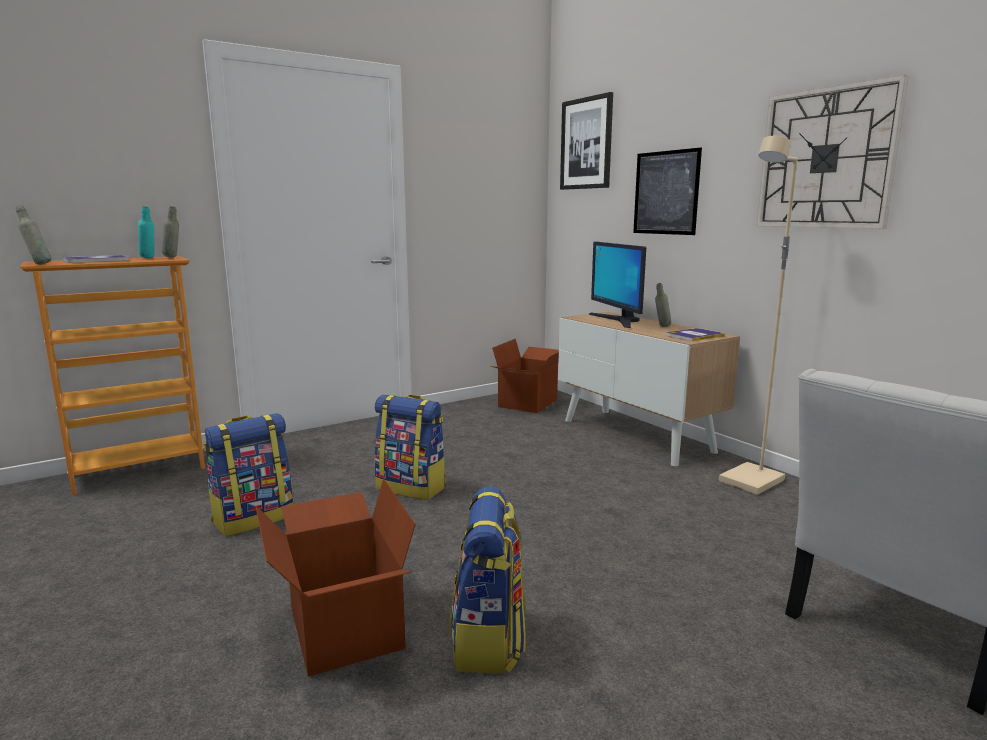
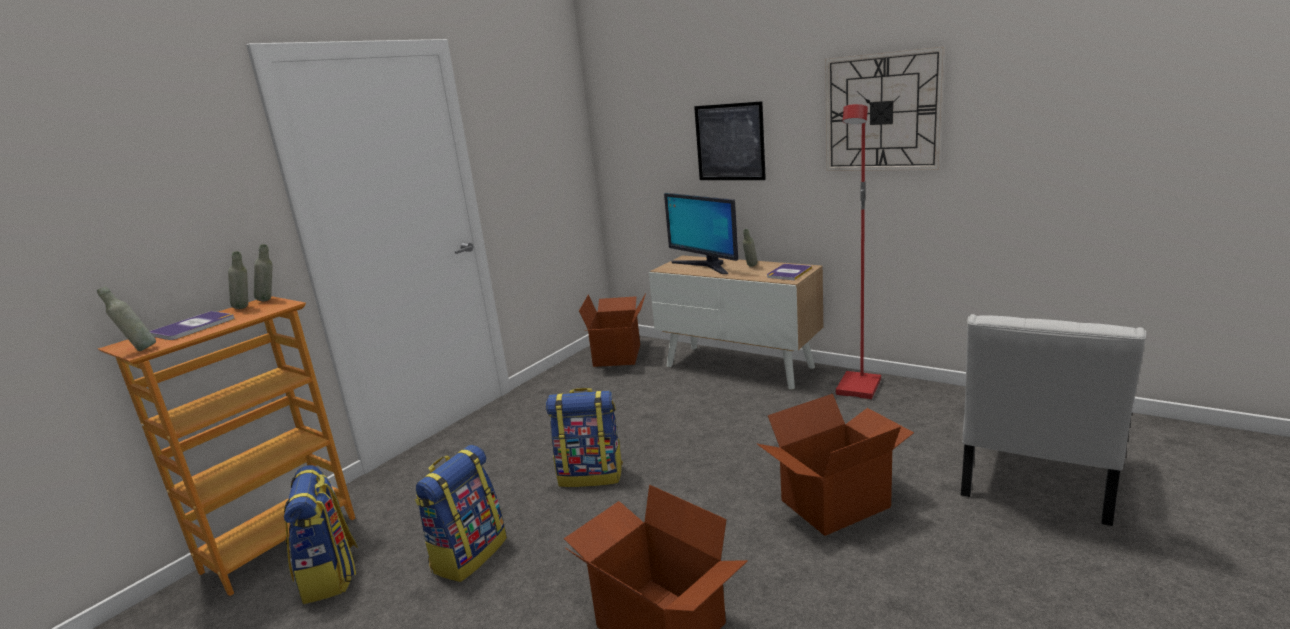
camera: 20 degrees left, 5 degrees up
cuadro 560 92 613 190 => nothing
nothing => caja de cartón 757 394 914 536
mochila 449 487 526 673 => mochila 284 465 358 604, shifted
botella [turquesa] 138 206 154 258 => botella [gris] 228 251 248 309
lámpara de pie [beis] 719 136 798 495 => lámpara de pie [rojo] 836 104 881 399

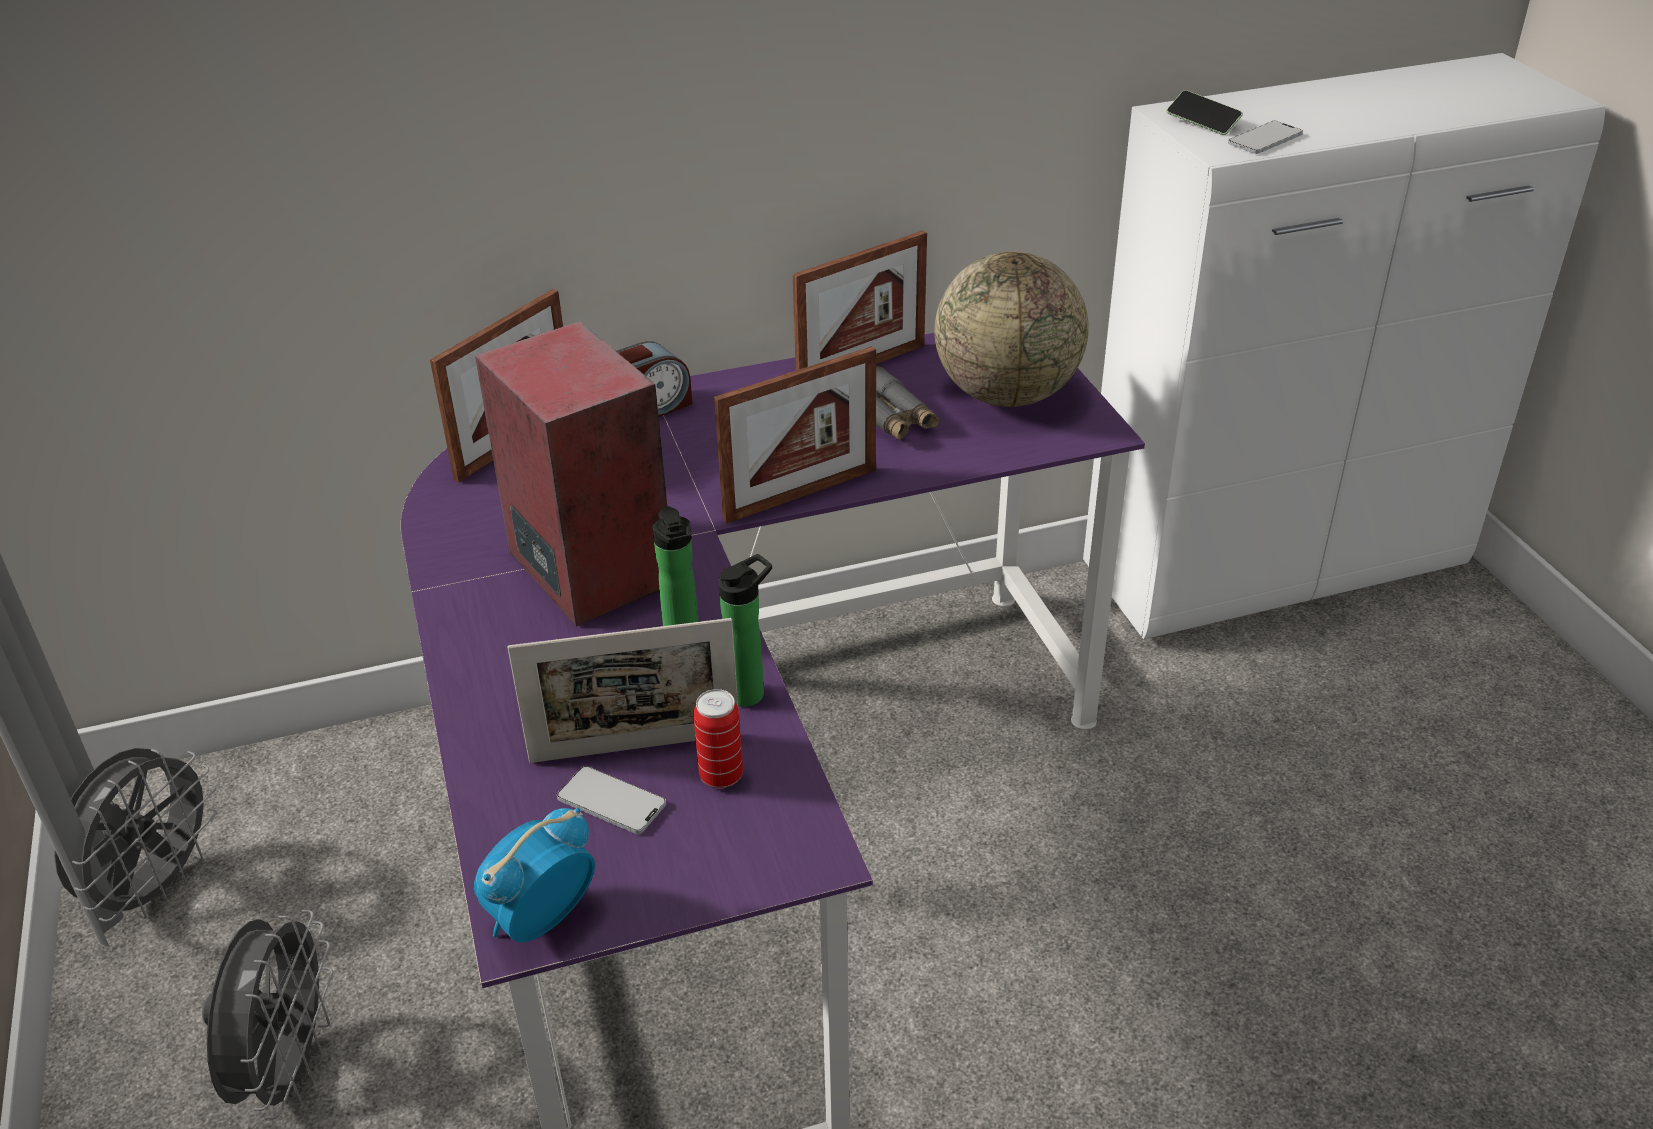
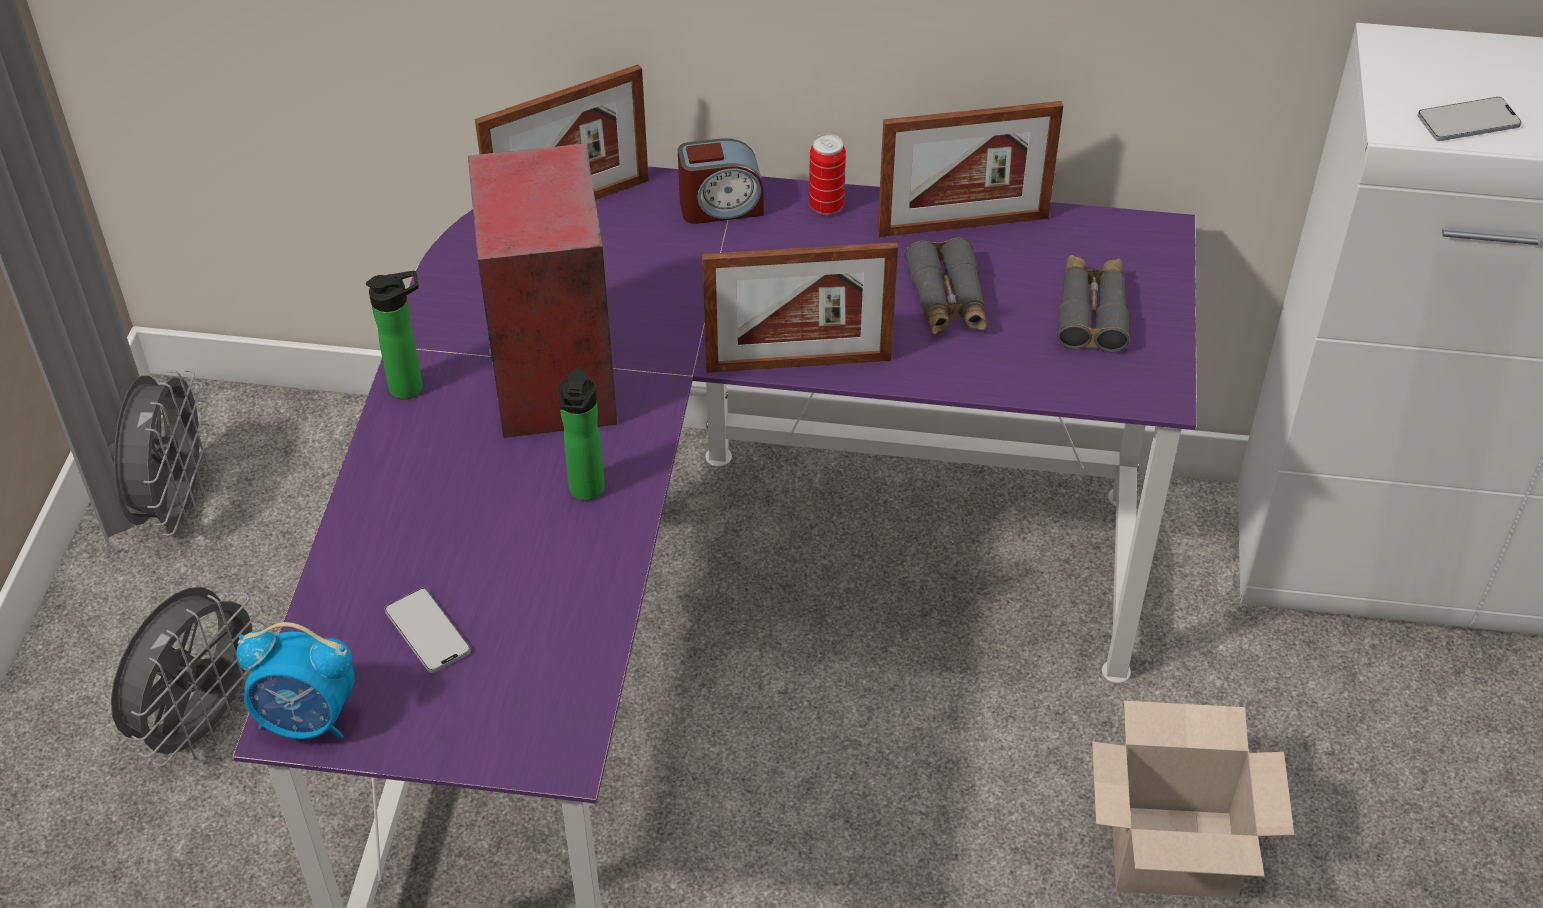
camera: 25 degrees right, 10 degrees up
portarretratos 507 618 738 763 => nothing
móvil 1166 90 1243 135 => nothing
nothing => caja de cartón 1092 701 1294 898
lata 693 689 743 788 => lata 809 134 846 215, shifted
botella 719 554 772 707 => botella 366 271 423 399, shifted
globo terráqueo 934 251 1089 407 => prismáticos [gris] 1057 255 1130 353
ventilador [gris] 54 748 217 922 => ventilador [gris] 108 370 211 536, 45 degrees counterclockwise
despertador 474 808 595 942 => despertador 236 622 355 739, 150 degrees counterclockwise

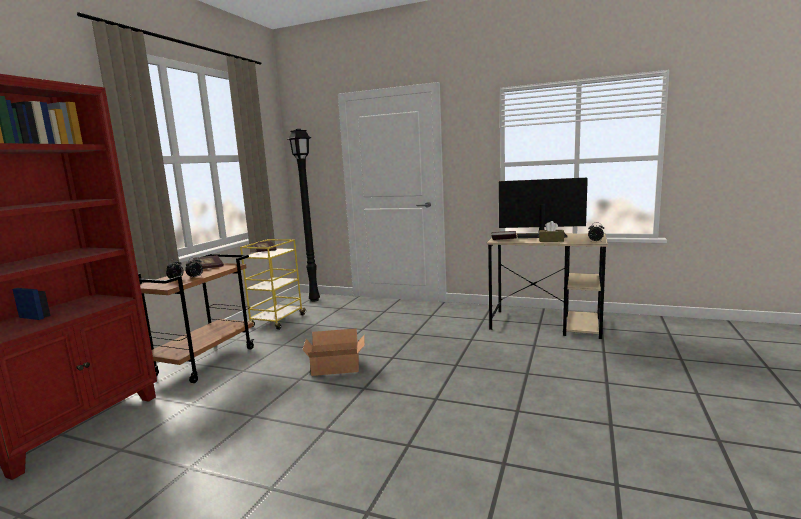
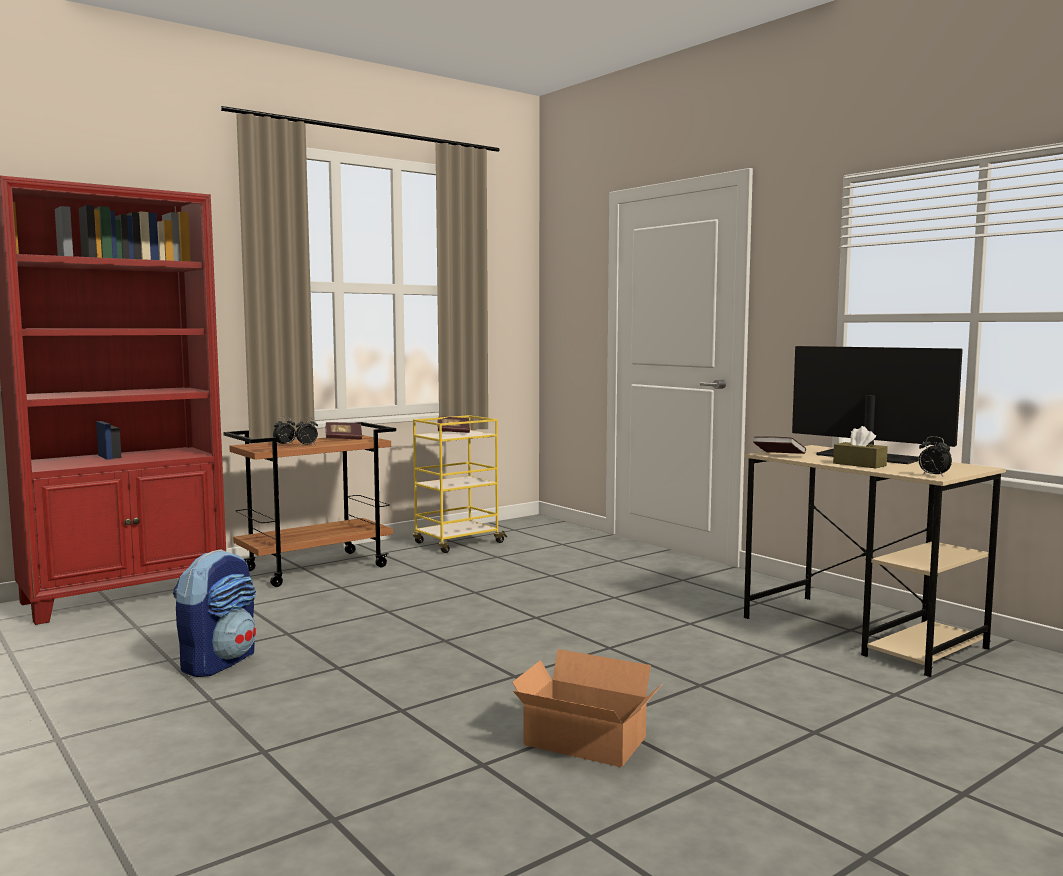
camera: 30 degrees right, 5 degrees down
lámpara de pie [negro] 288 129 320 302 => nothing
nothing => mochila 173 549 256 677
caja de cartón 302 328 365 376 => caja de cartón 512 649 663 767, shifted

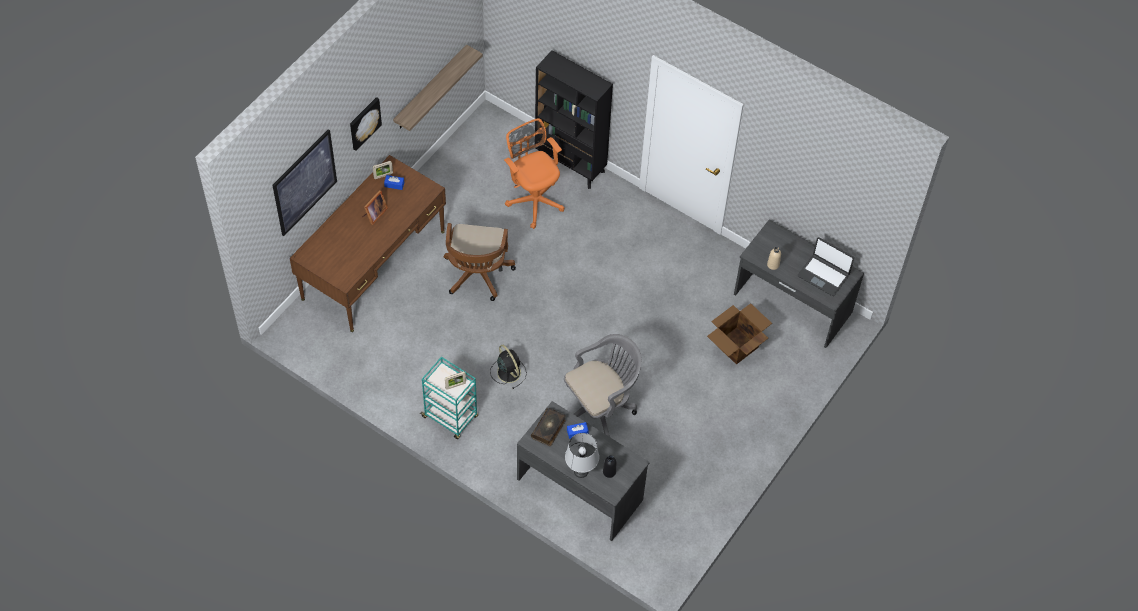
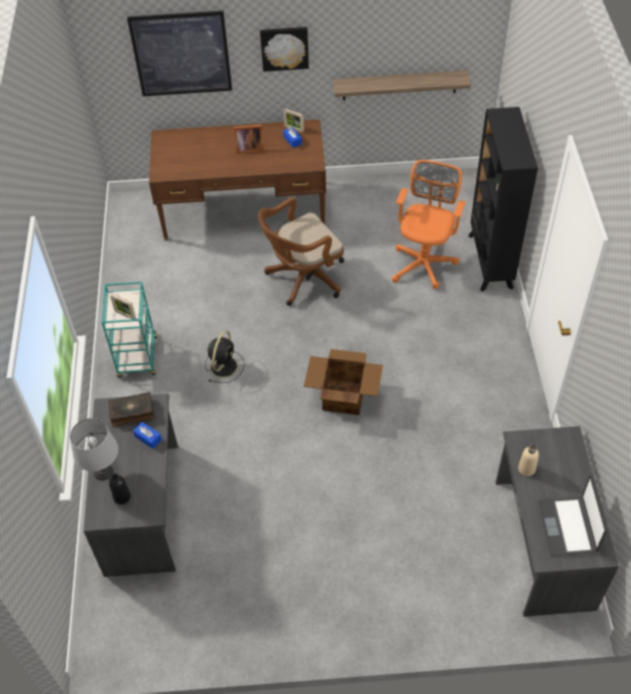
camera: 55 degrees right, 5 degrees down
silla de oficina [gris] 564 334 642 437 => nothing
caja de cartón 707 303 772 365 => caja de cartón 304 349 383 415, shifted

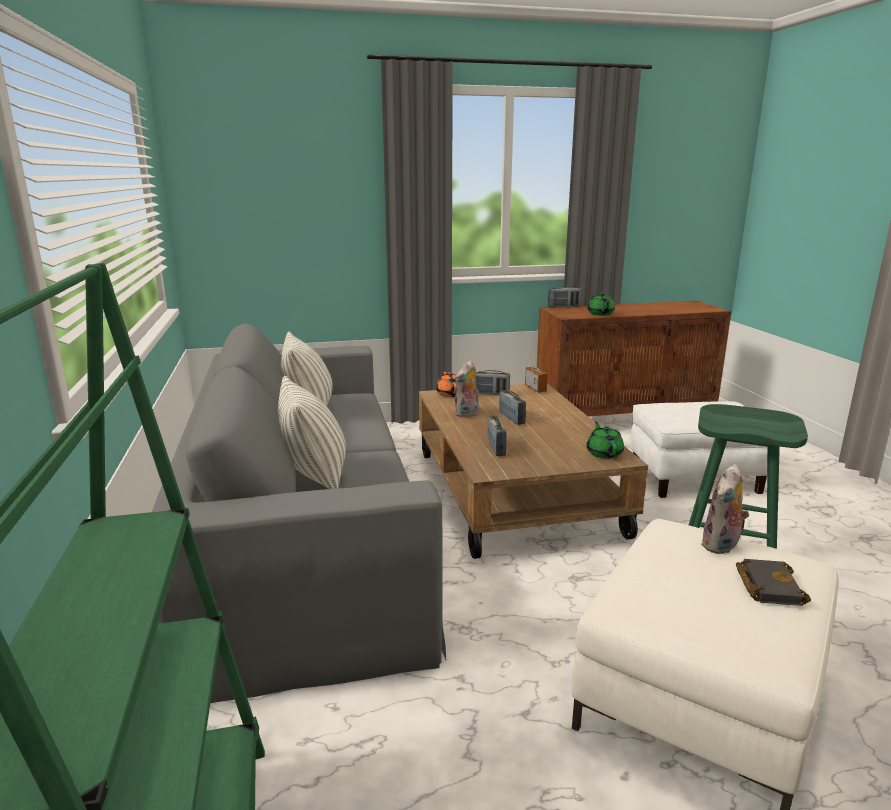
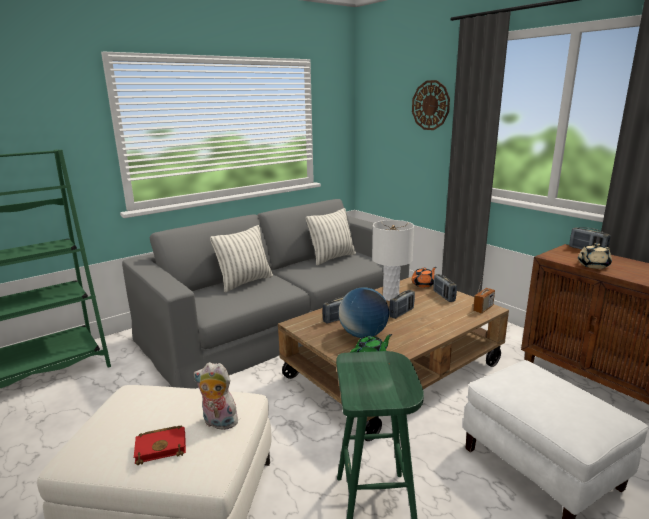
camera: 65 degrees right, 0 degrees up
nothing => globo terráqueo 339 287 389 338
nothing => reloj de pared 412 80 450 130
peluche 455 360 479 417 => lámpara de mesa [blanco] 372 220 414 301
tetera [verde] 587 293 615 315 => tetera [beis] 578 243 612 269
libro [negro] 736 559 811 606 => libro [rojo] 134 426 186 465

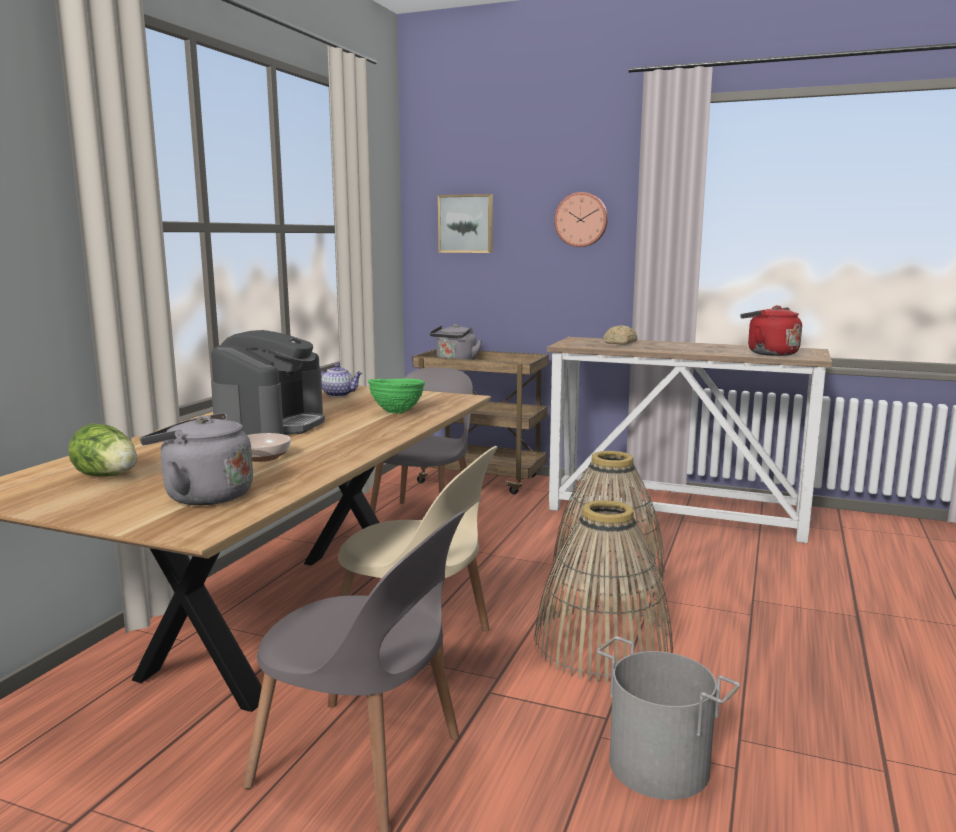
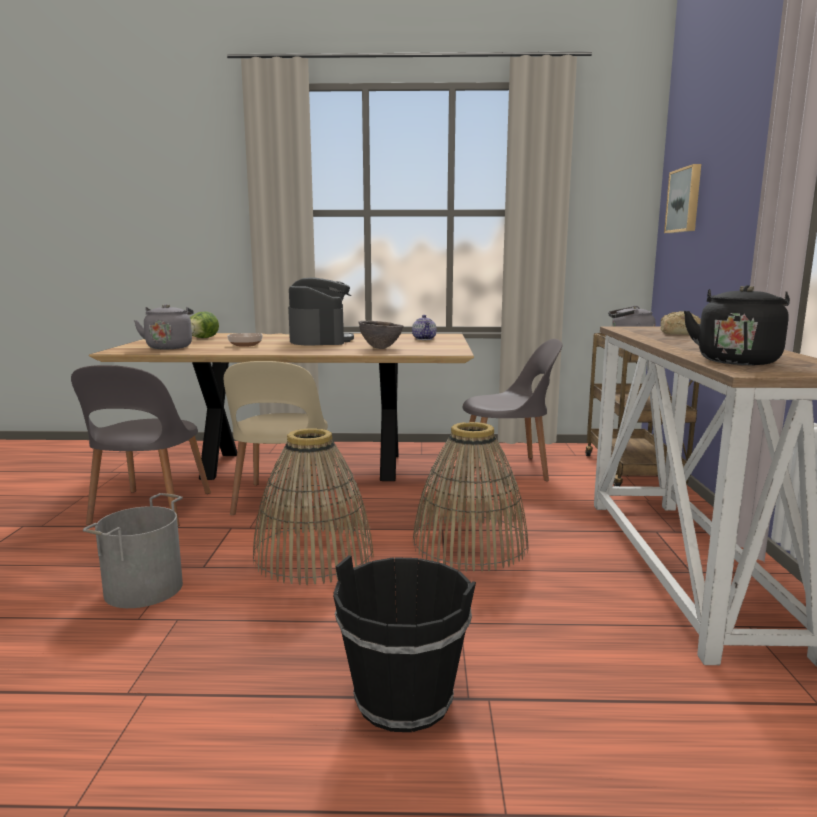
camera: 70 degrees right, 0 degrees up
reloj de pared 554 192 608 247 => nothing
nothing => cubo [negro] 333 555 476 732
cuenco [verde] 368 379 425 413 => cuenco [marrón] 359 321 404 349
hervidor [rojo] 740 306 802 356 => hervidor [negro] 684 285 790 365
cafetera 211 330 325 435 => cafetera 288 277 354 345, 90 degrees counterclockwise

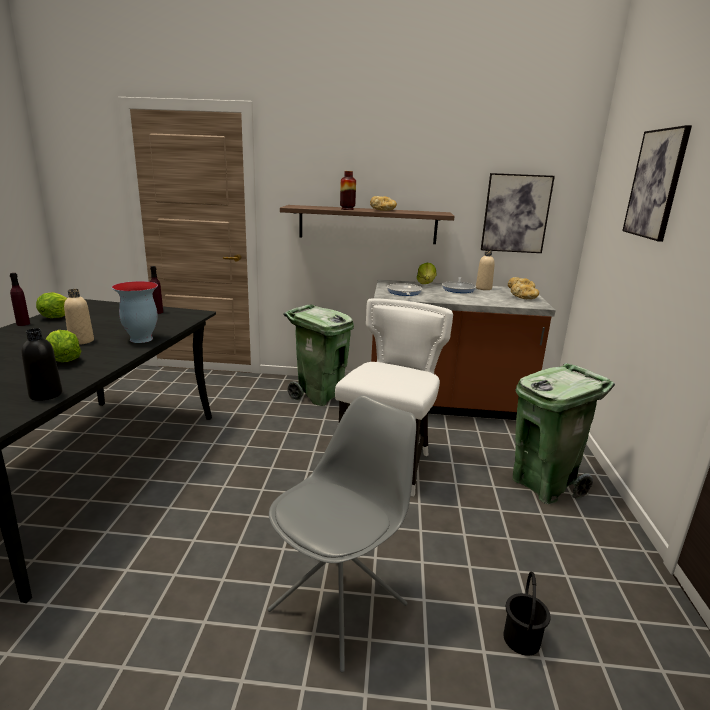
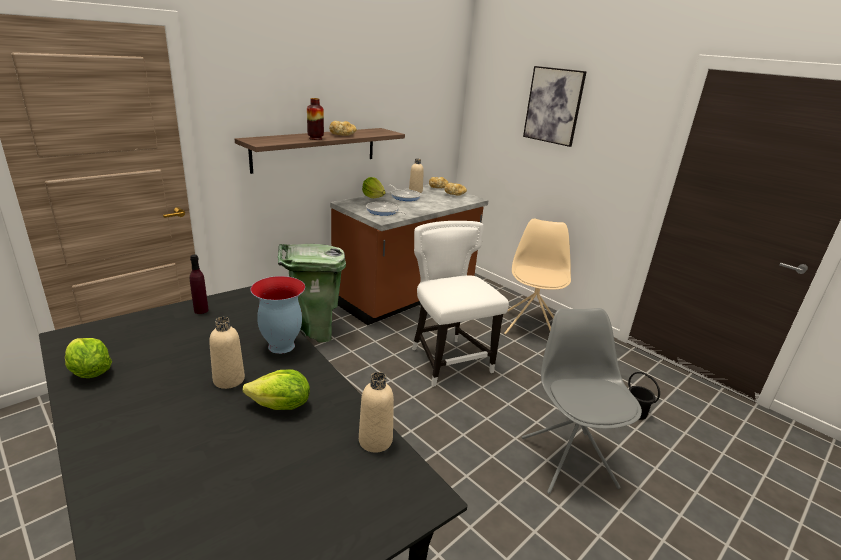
camera: 50 degrees left, 5 degrees up
botella [morado] 10 273 30 326 => nothing
cuadro 481 173 555 253 => nothing
papelera [verde] 513 363 615 504 => silla [beis] 504 219 571 335
botella [negro] 21 328 62 401 => botella [beis] 359 372 394 453

